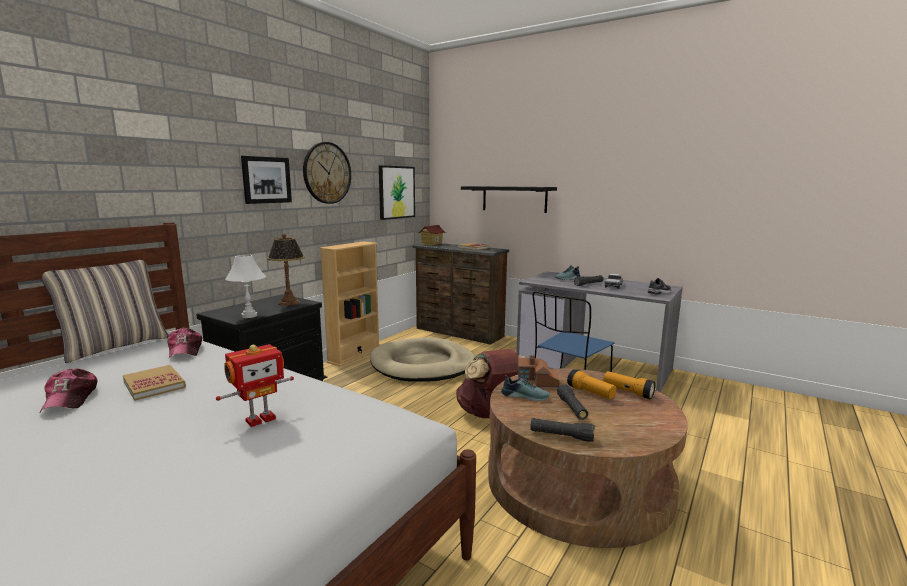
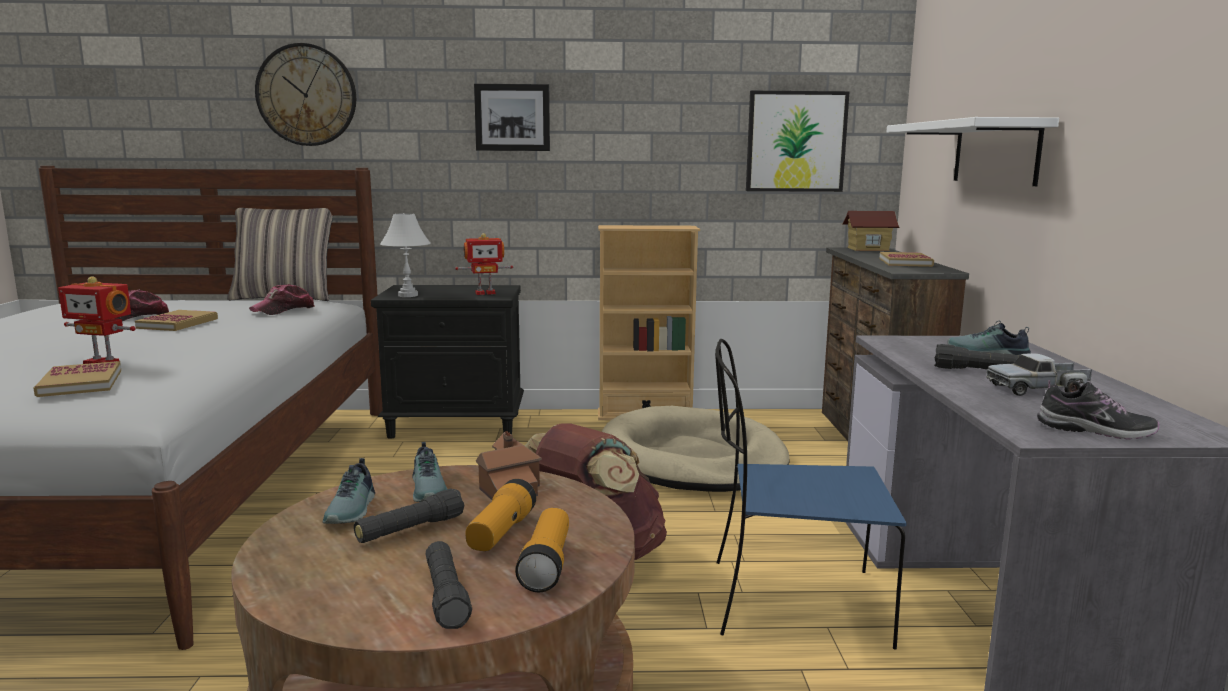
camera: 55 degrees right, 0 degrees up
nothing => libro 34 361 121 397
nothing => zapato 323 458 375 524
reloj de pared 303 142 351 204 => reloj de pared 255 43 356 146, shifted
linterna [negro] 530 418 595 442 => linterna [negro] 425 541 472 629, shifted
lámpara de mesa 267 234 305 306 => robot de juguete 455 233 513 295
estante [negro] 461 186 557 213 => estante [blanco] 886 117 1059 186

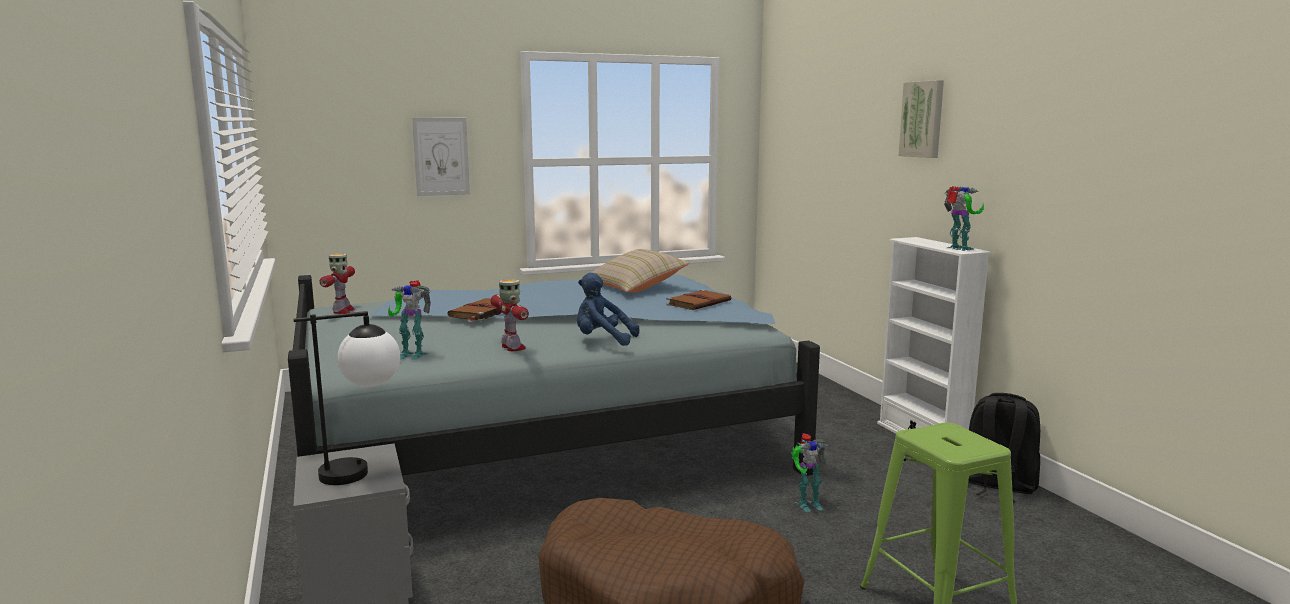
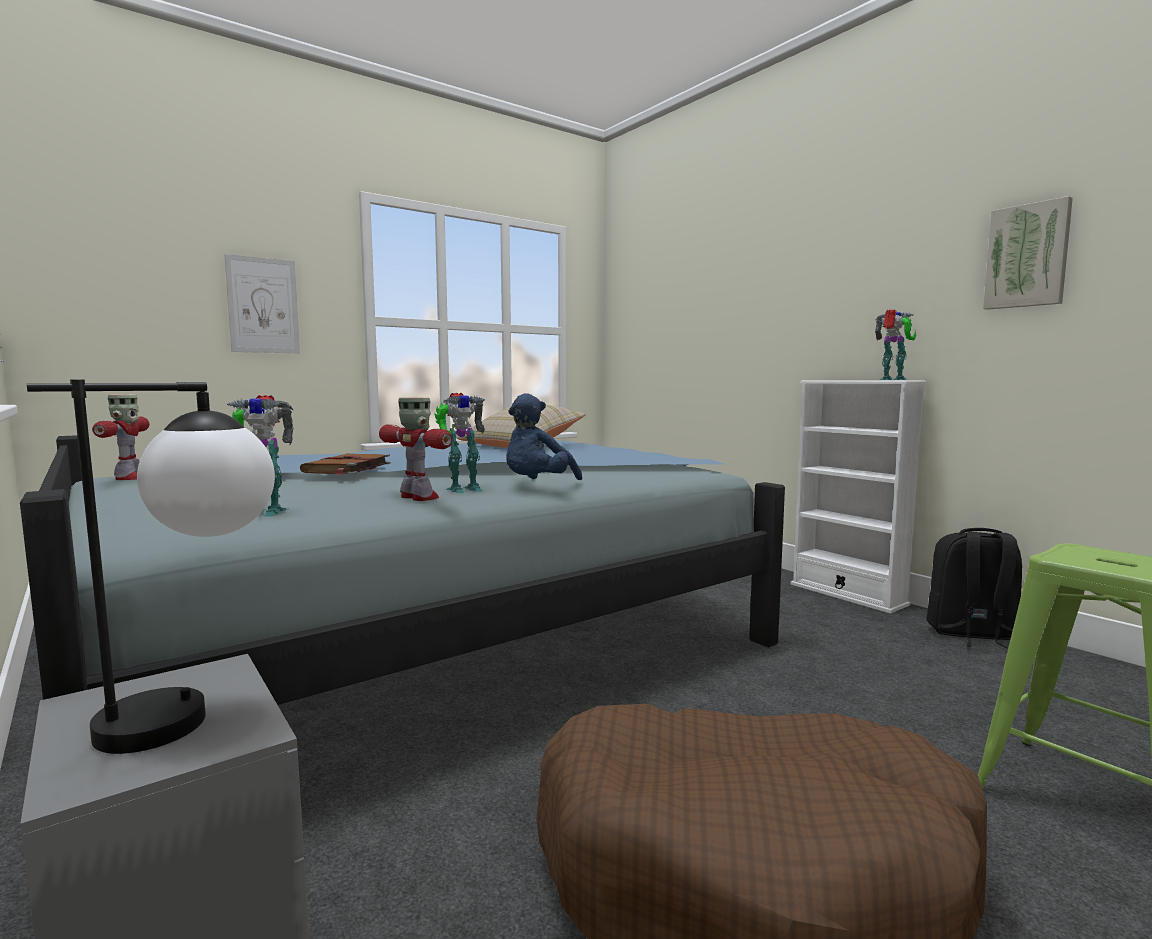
camera: 15 degrees left, 5 degrees down
libro [marrón] 666 290 731 310 => nothing
robot de juguete 791 433 829 512 => robot de juguete 434 393 485 493, shifted
cuadro 899 80 944 158 => cuadro 983 196 1073 310, shifted
peluche [azul] 577 273 639 346 => peluche [azul] 506 393 582 480, 60 degrees counterclockwise

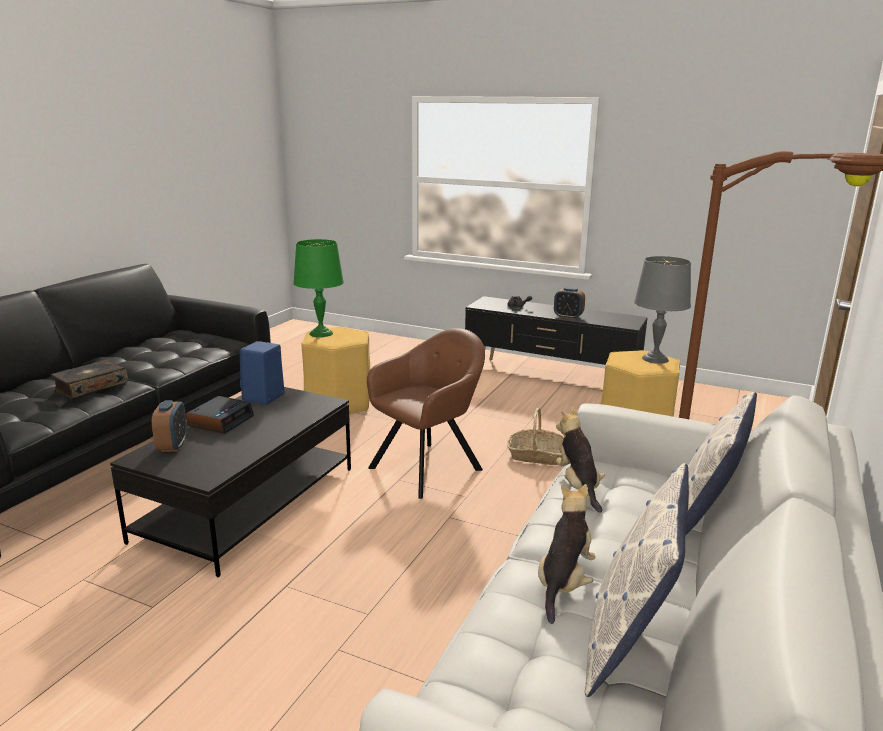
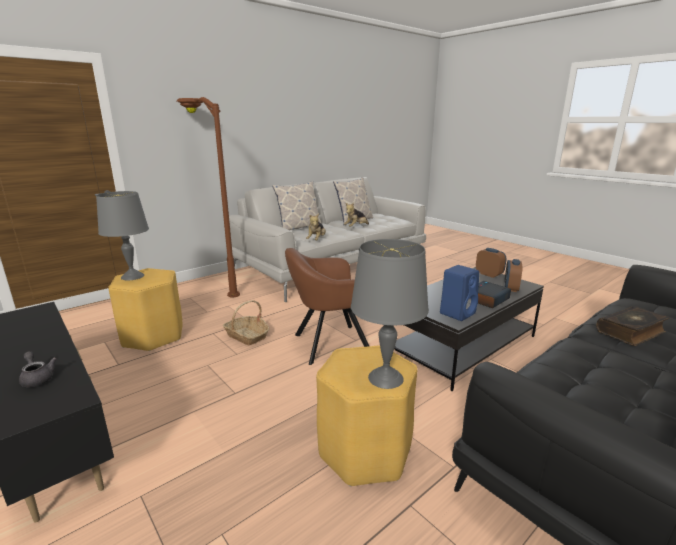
camera: 155 degrees left, 0 degrees up
despertador 554 287 585 320 => despertador 476 248 506 278, shifted
lámpara de mesa [verde] 293 239 344 337 => lámpara de mesa [gris] 351 239 429 389

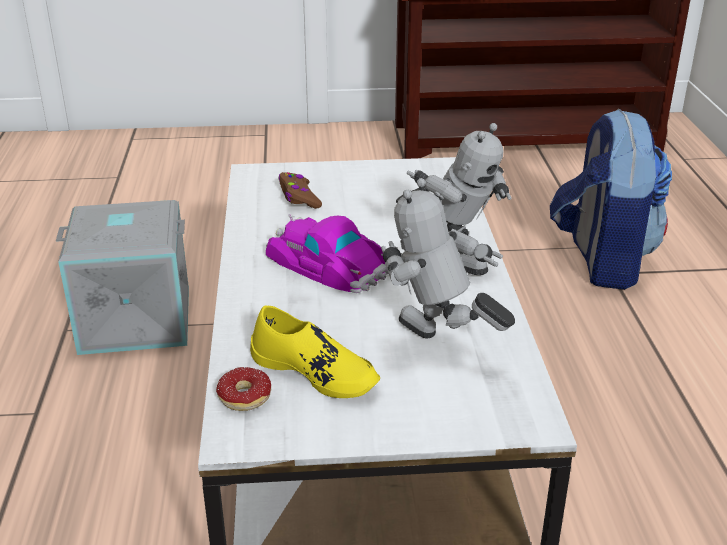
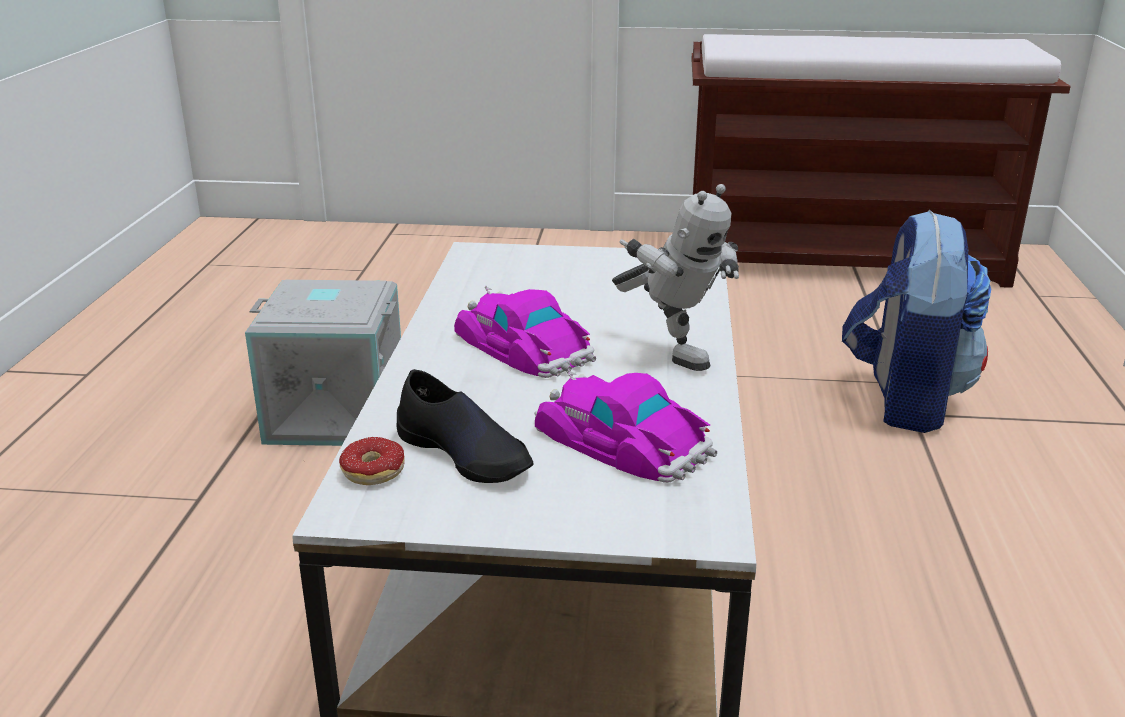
camera: 10 degrees right, 5 degrees down
mando de consola [marrón] 279 172 322 209 => nothing
robot de juguete 381 178 515 339 => coche de juguete 534 370 717 483
zapato [amarillo] 250 305 380 398 => zapato [negro] 397 369 534 483

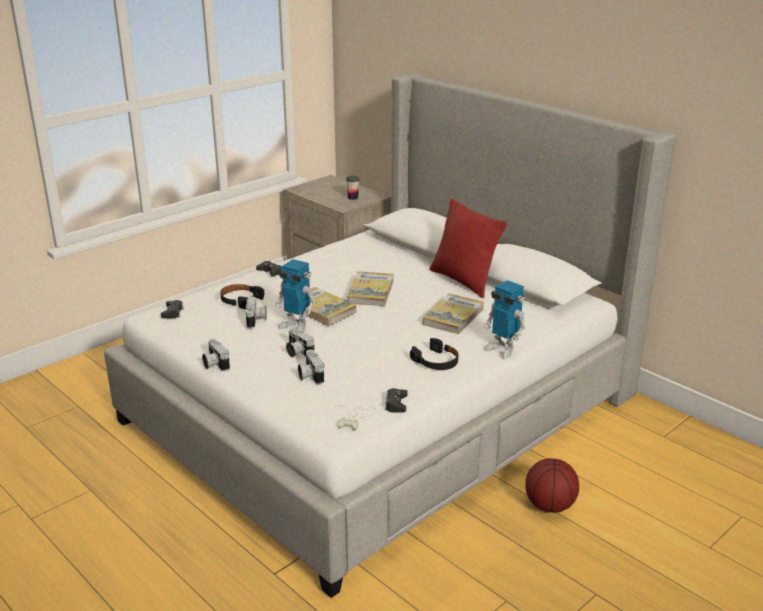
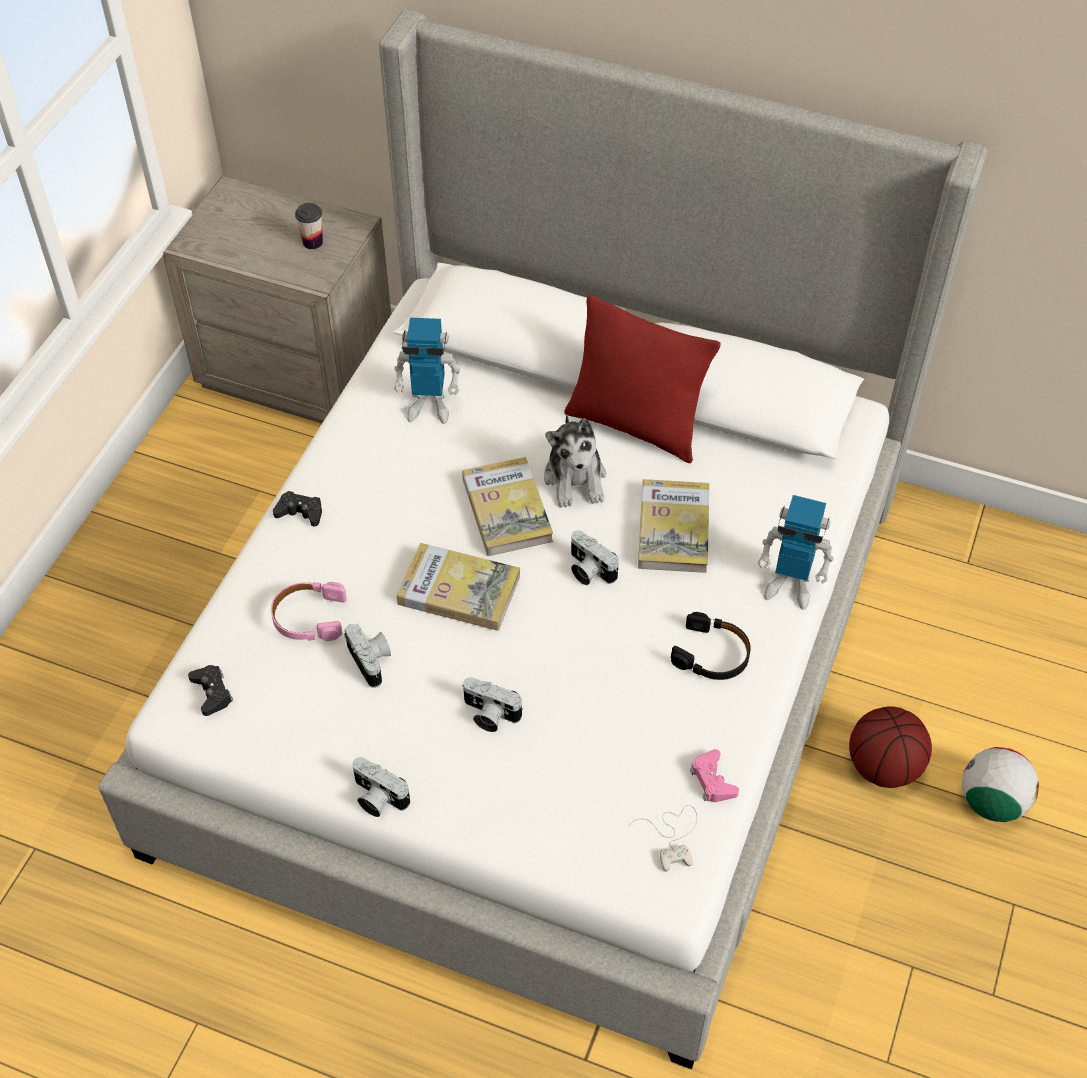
camera: 25 degrees left, 25 degrees up
nothing => peluche 544 415 606 508
nothing => balón de fútbol 962 747 1039 822
robot de juguete 275 259 315 332 => robot de juguete 394 318 460 424, shifted
cámara 298 350 324 384 => cámara 571 530 619 585, shifted
auriculares [negro] 220 284 264 309 => auriculares [rosa] 271 582 347 641
mando de consola [negro] 385 388 408 412 => mando de consola [rosa] 690 749 739 802

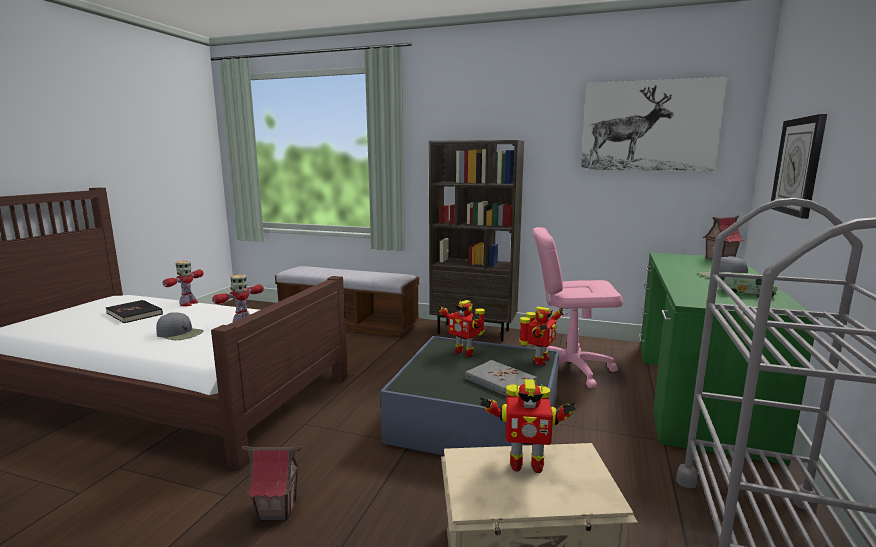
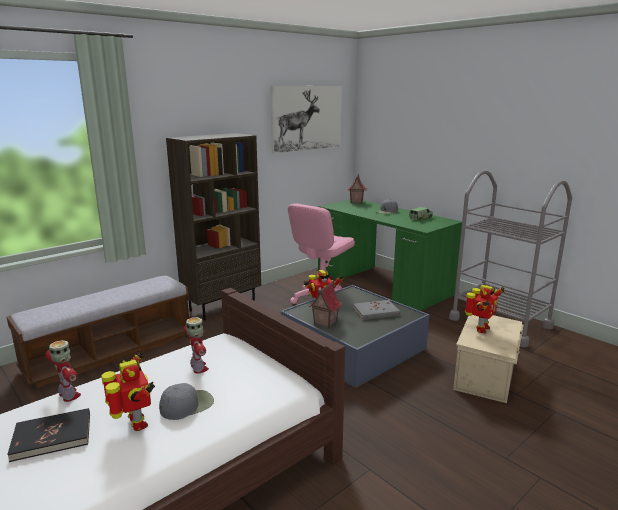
camera: 60 degrees left, 5 degrees up
reloj de pared 771 114 827 219 => nothing
casita 241 446 302 521 => casita 309 280 342 329, shifted
robot de juguete 519 306 564 365 => robot de juguete 101 350 155 431, shifted

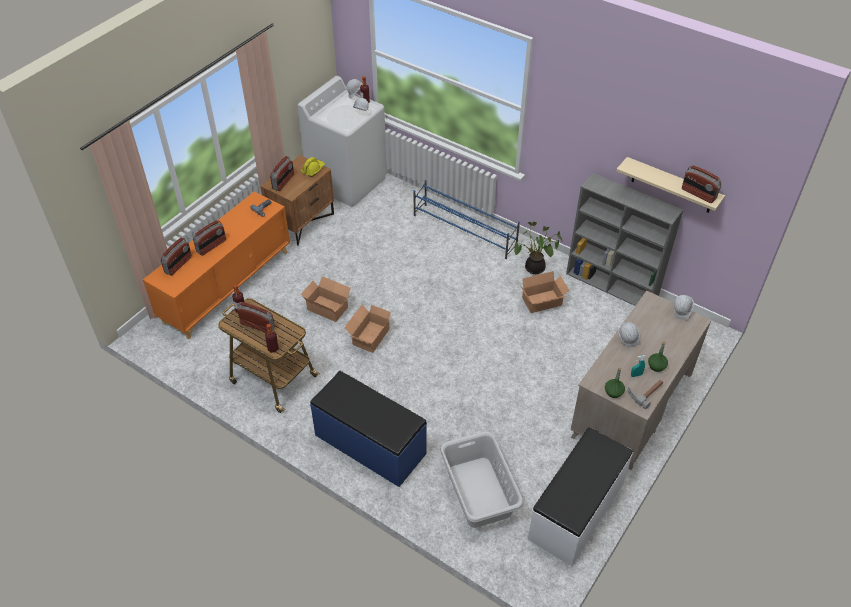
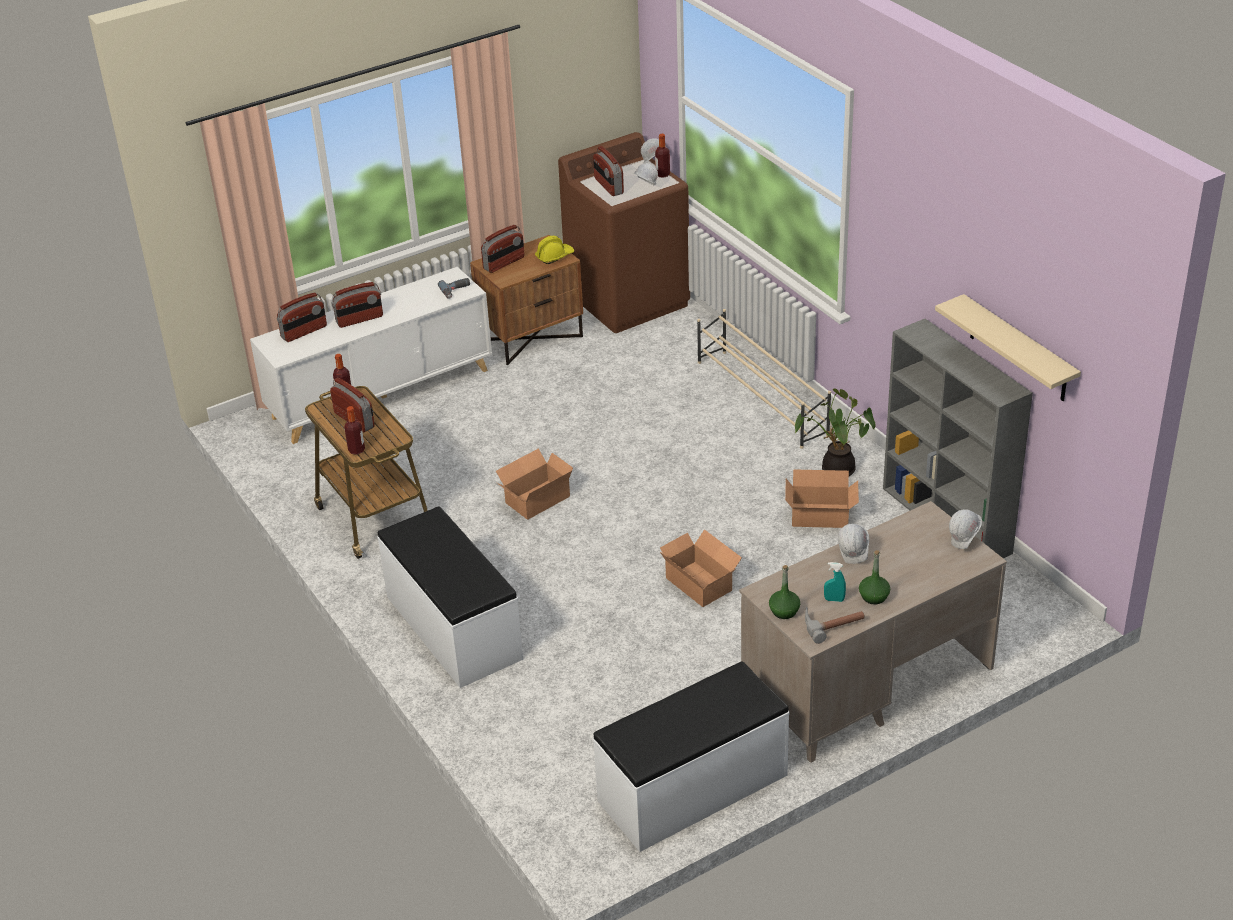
camera: 25 degrees right, 10 degrees down
cesto de la ropa [gris] 440 431 523 528 => nothing
caja de cartón 301 276 351 322 => caja de cartón 659 529 742 607, shifted
radio 682 165 721 203 => radio 593 146 624 196, shifted
armario [naranja] 143 192 290 340 => armario [blanco] 250 267 492 444
lavadora [blanco] 298 76 387 207 => lavadora [marrón] 558 132 690 333
banco [azul] 310 371 427 487 => banco [blanco] 377 506 523 688
zapatero [azul] 413 180 520 259 => zapatero [beis] 697 309 831 449

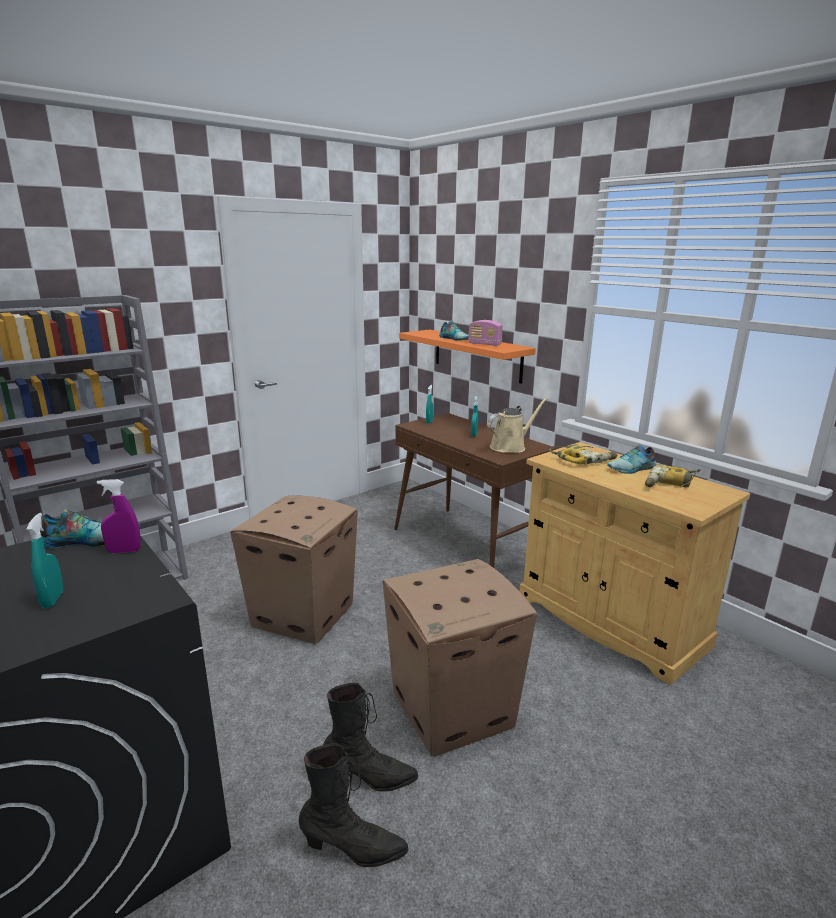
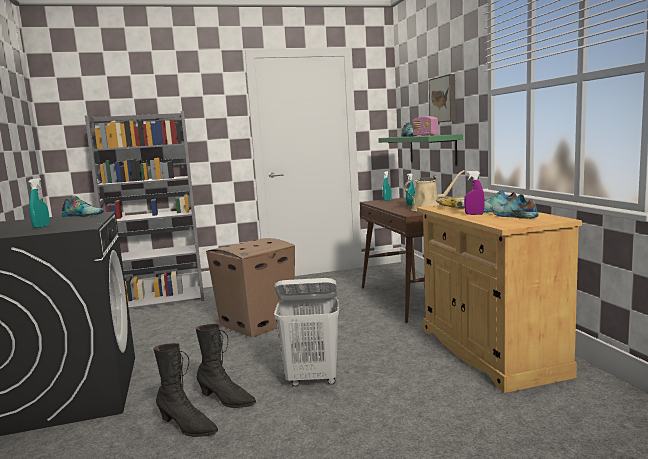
camera: 25 degrees right, 10 degrees down
nothing => cuadro 429 74 456 122
pulverizador [morado] 97 479 141 553 => pulverizador [morado] 464 171 485 215, shifted
caja de cartón 383 559 537 757 => cesto de la ropa [blanco] 274 278 339 386
taladro 645 465 700 487 => zapato 492 194 539 219
estante [naranja] 399 330 536 384 => estante [verde] 378 134 463 166

